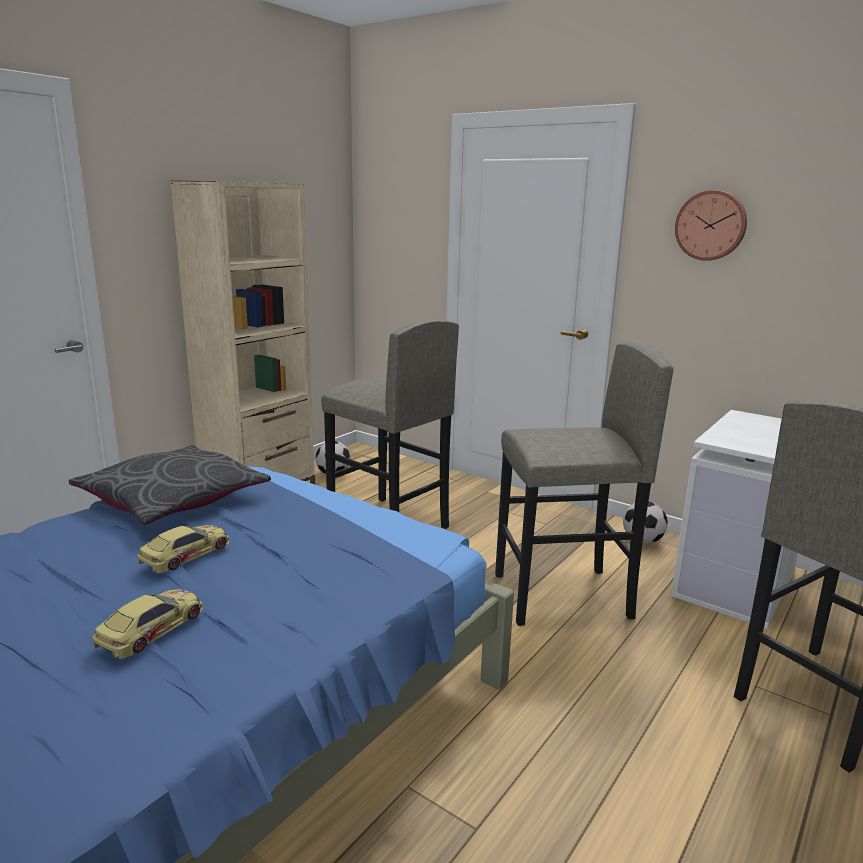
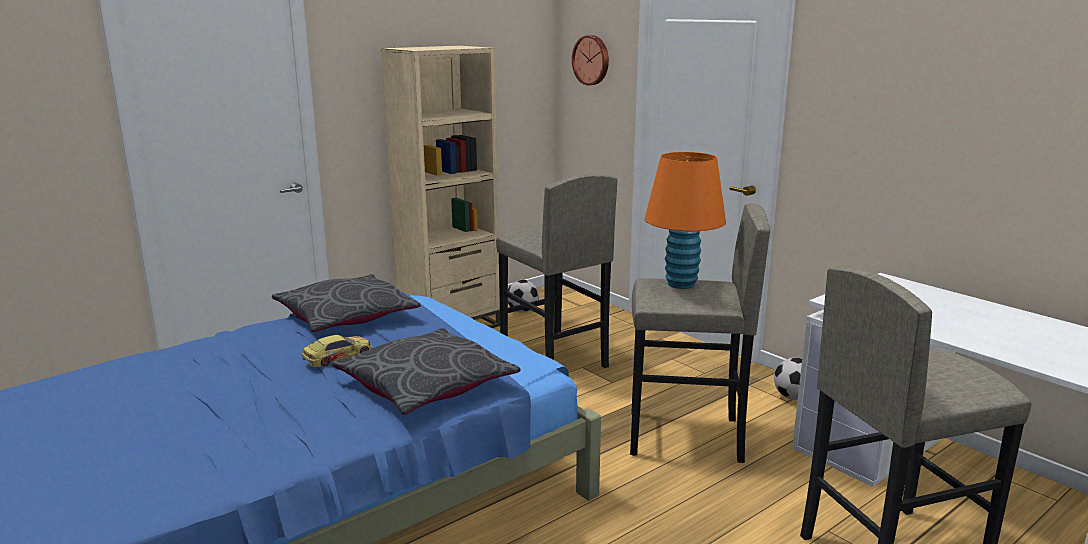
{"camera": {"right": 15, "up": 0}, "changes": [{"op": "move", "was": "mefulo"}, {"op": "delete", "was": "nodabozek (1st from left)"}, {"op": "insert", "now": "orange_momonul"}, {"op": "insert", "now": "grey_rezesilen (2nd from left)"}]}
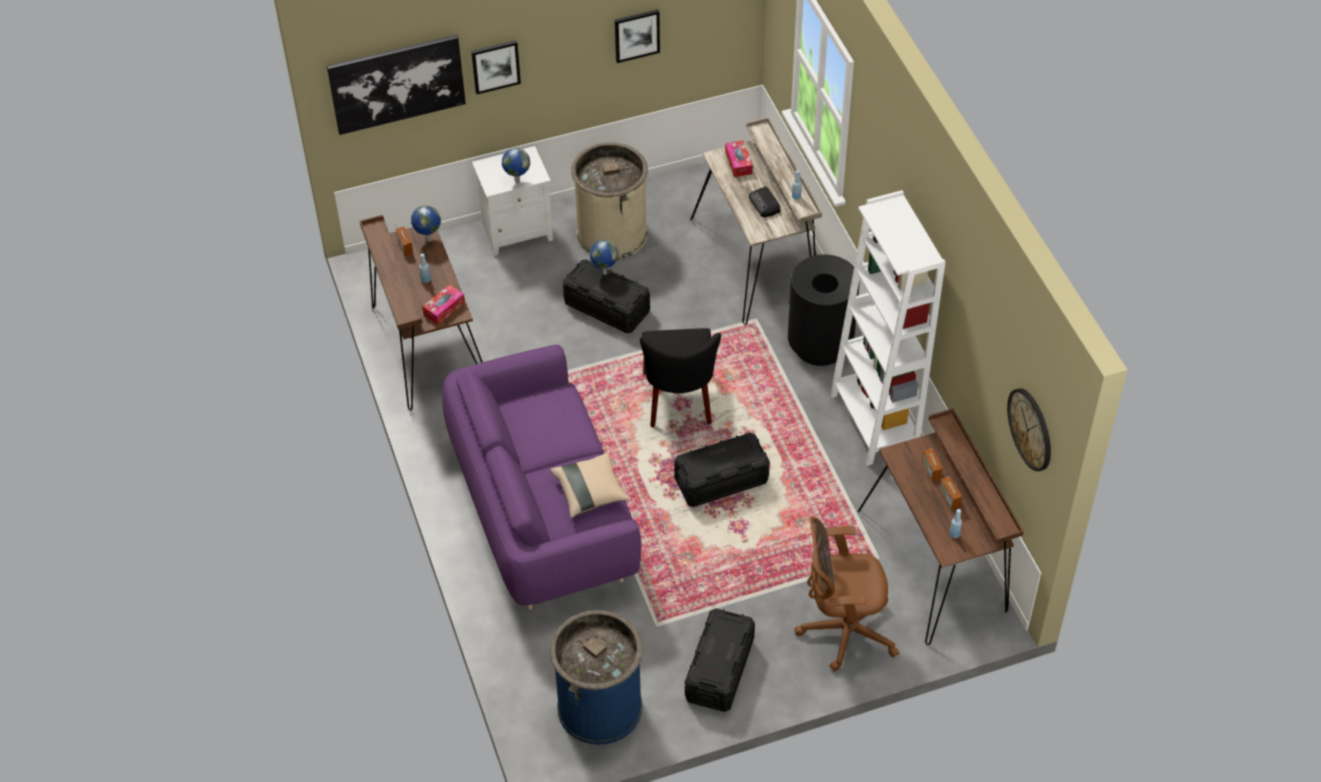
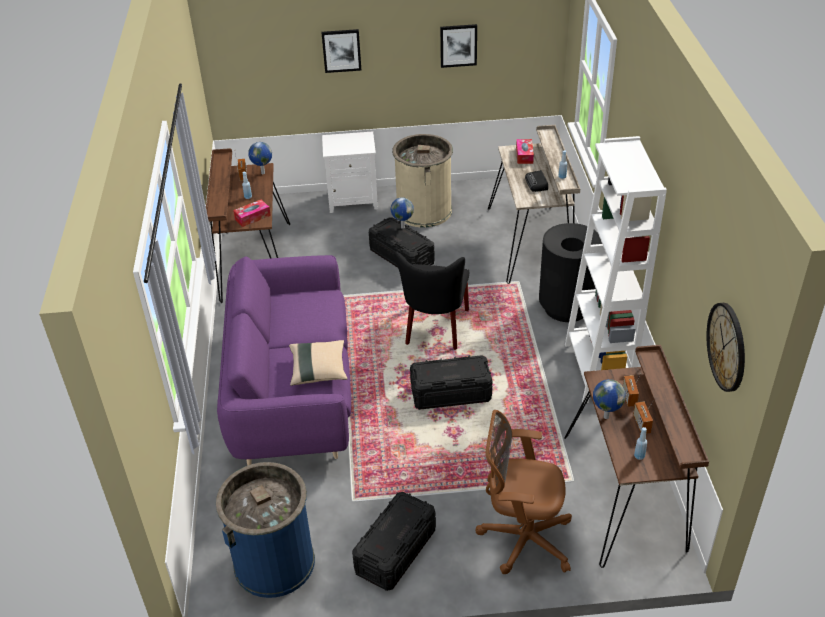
{"camera": {"right": 15, "up": -10}, "changes": [{"op": "delete", "was": "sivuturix (1st from left)"}, {"op": "move", "was": "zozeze (2nd from left in the first image)", "now": "zozeze (3rd from left)"}]}
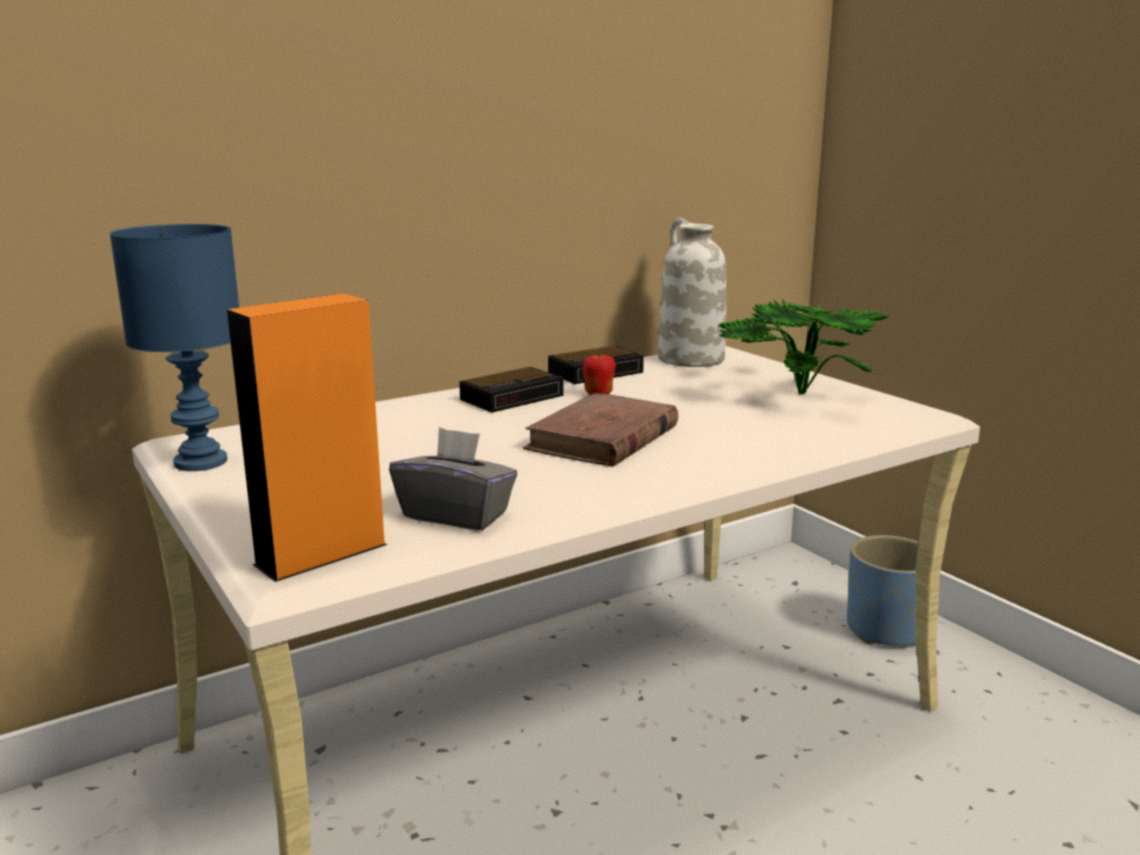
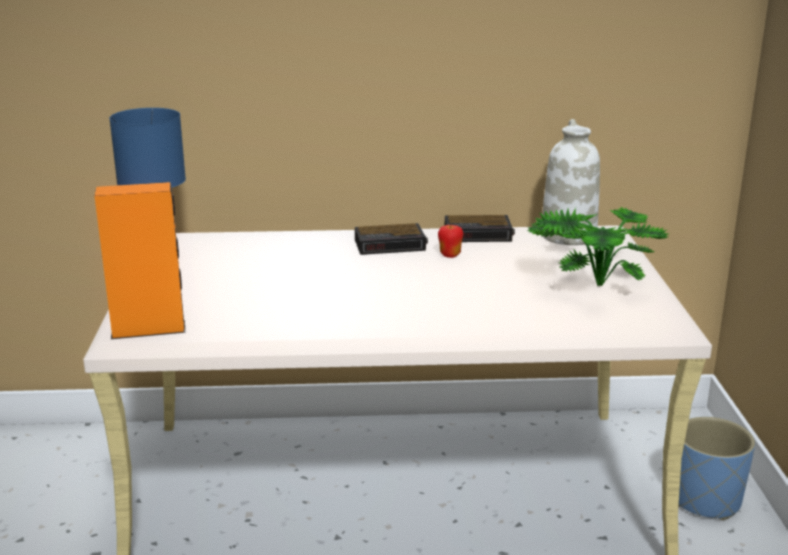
{"camera": {"right": 30, "up": 5}, "changes": [{"op": "delete", "was": "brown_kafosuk"}, {"op": "delete", "was": "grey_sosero"}]}
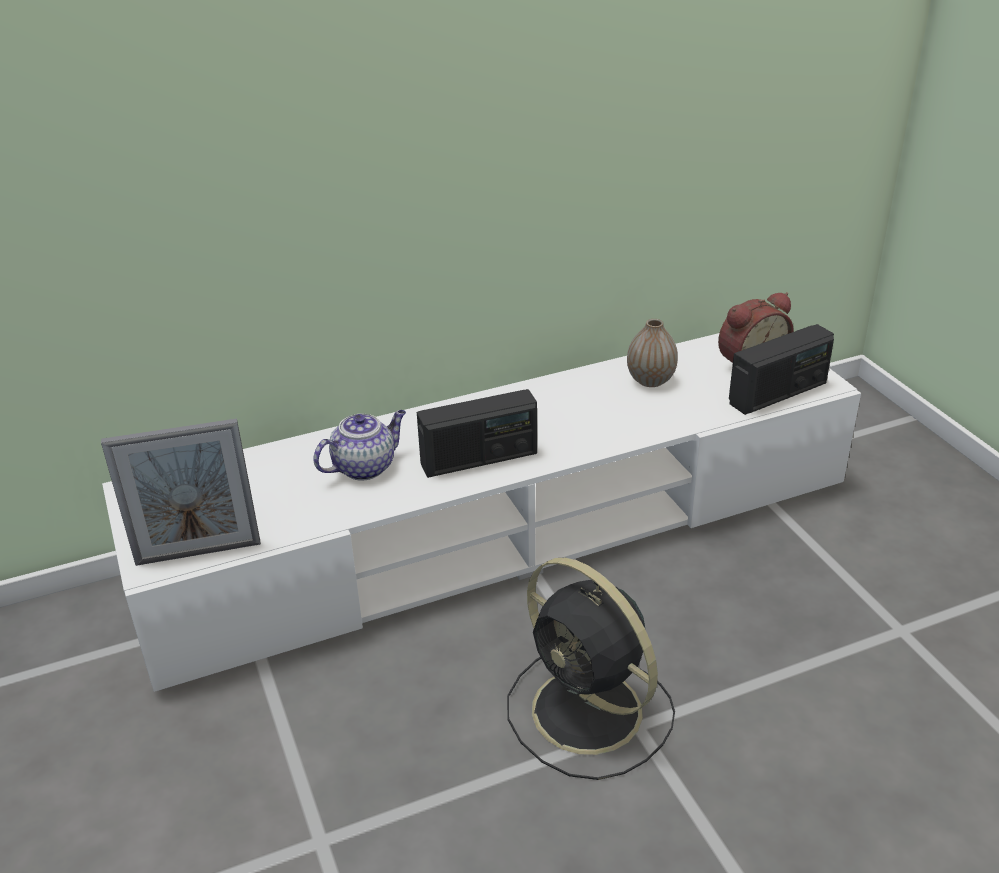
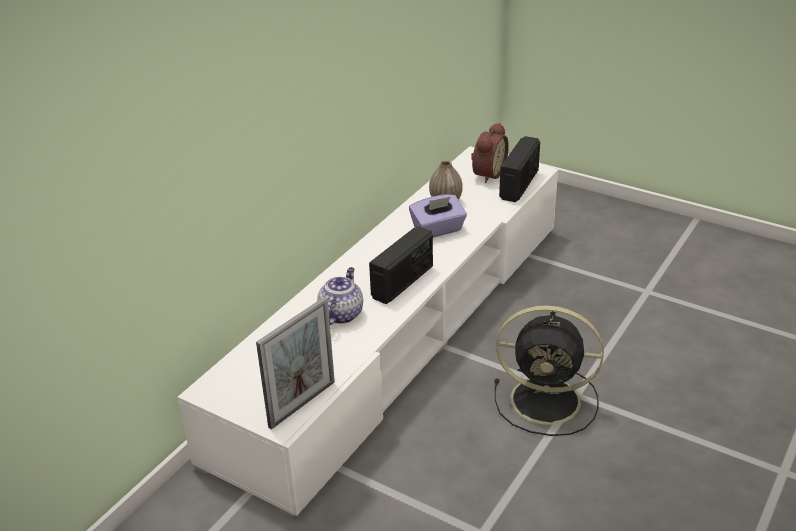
{"camera": {"right": -35, "up": 0}, "changes": [{"op": "insert", "now": "purple_sosero"}]}
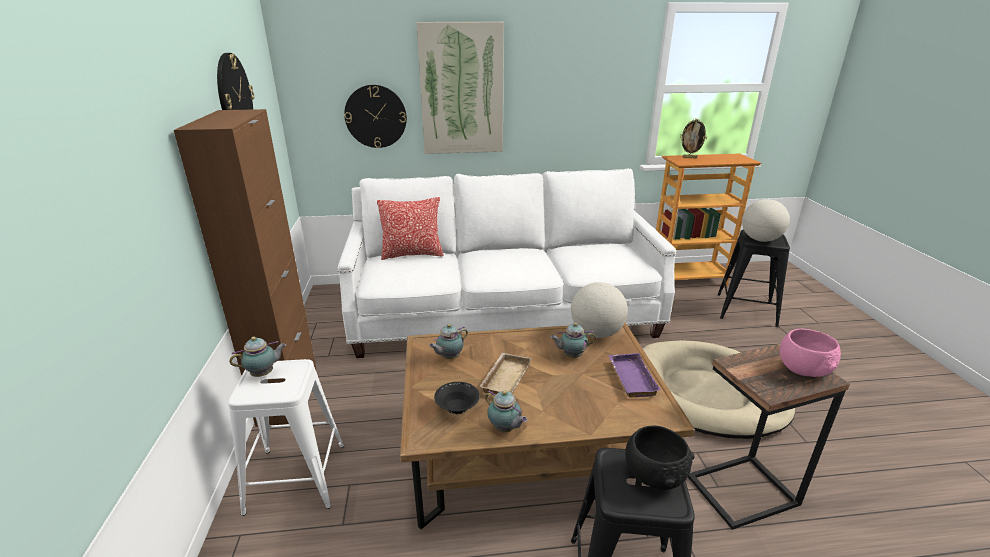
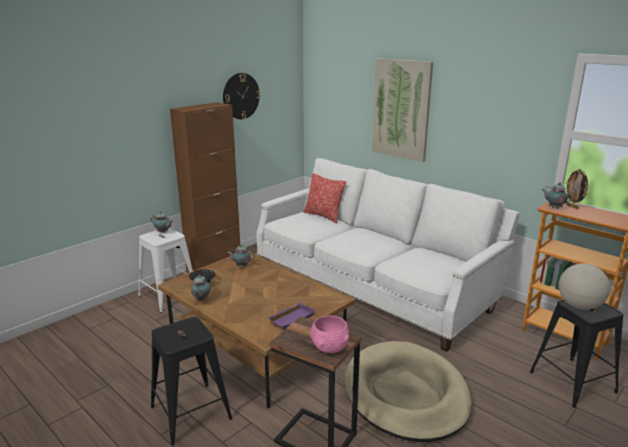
{"camera": {"right": 50, "up": -5}, "changes": [{"op": "delete", "was": "mefulo (2nd from left)"}, {"op": "delete", "was": "zozeze (1st from left)"}, {"op": "move", "was": "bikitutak (4th from left)"}, {"op": "delete", "was": "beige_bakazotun"}, {"op": "delete", "was": "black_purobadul (2nd from left)"}]}
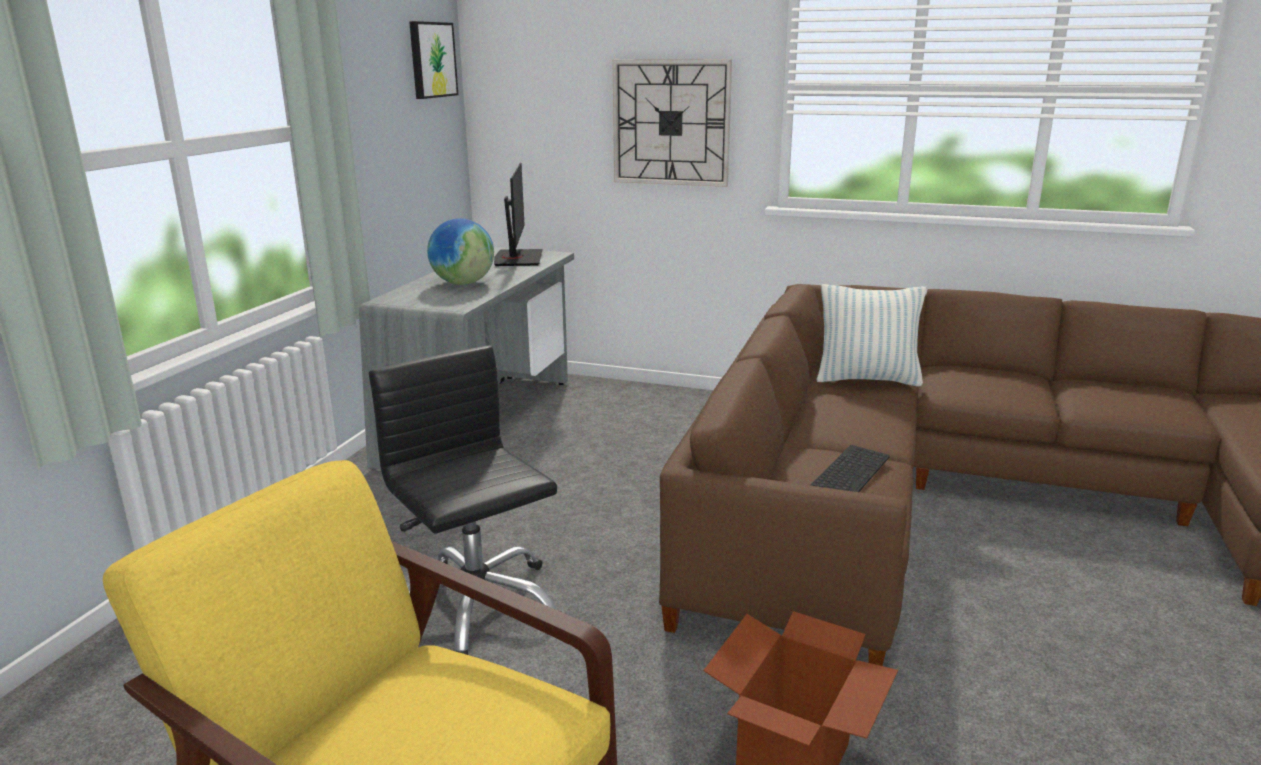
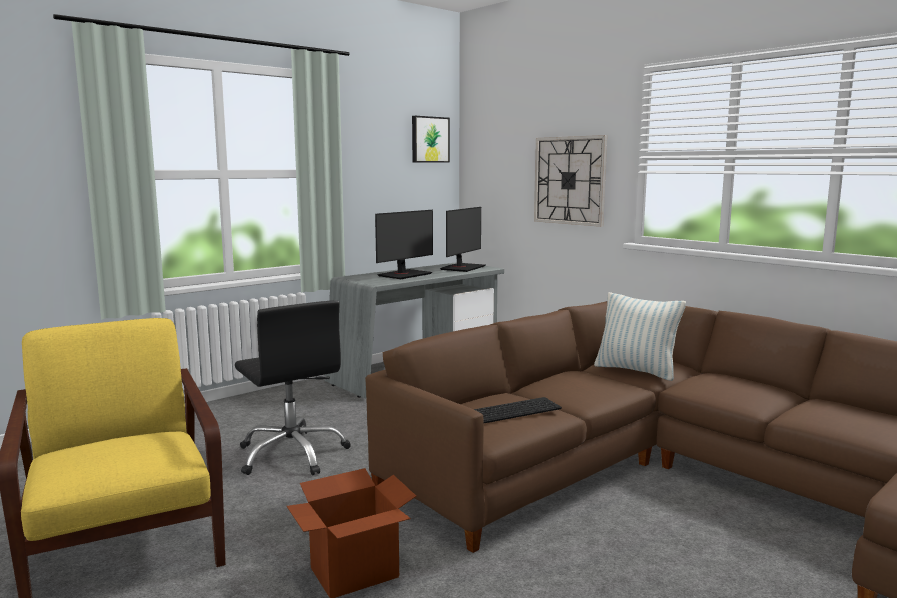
{"camera": {"right": 30, "up": -10}, "changes": [{"op": "replace", "was": "zozeze", "now": "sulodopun (1st from left)"}, {"op": "rotate", "was": "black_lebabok", "clockwise": 150}]}
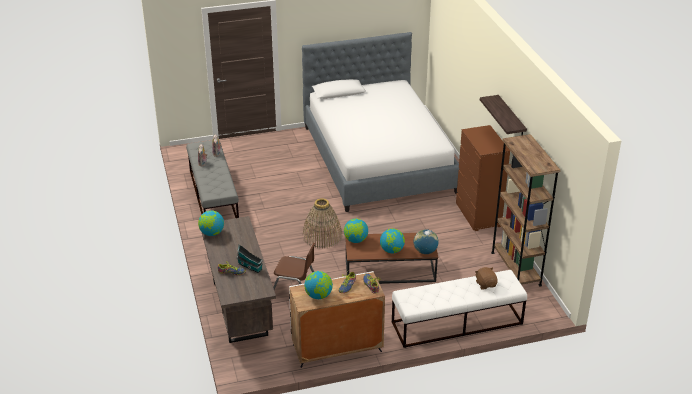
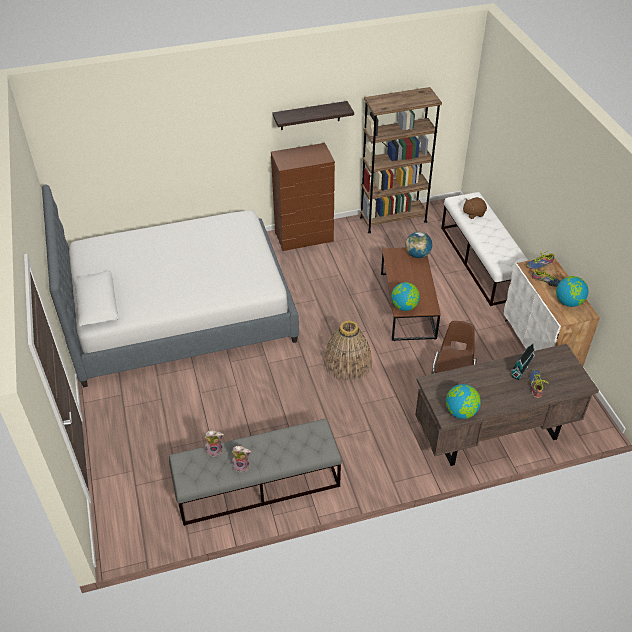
{"camera": {"right": -90, "up": 10}, "changes": [{"op": "delete", "was": "zozeze (4th from left)"}]}
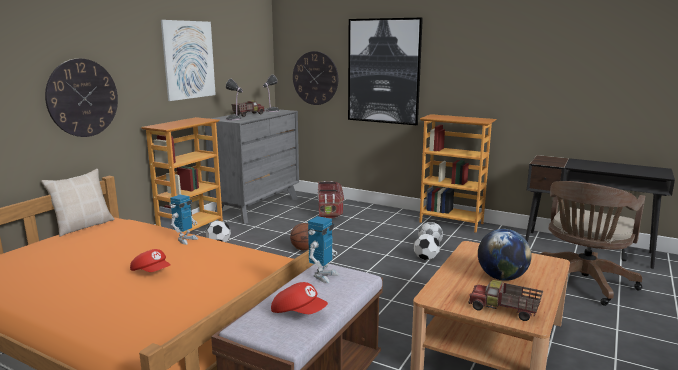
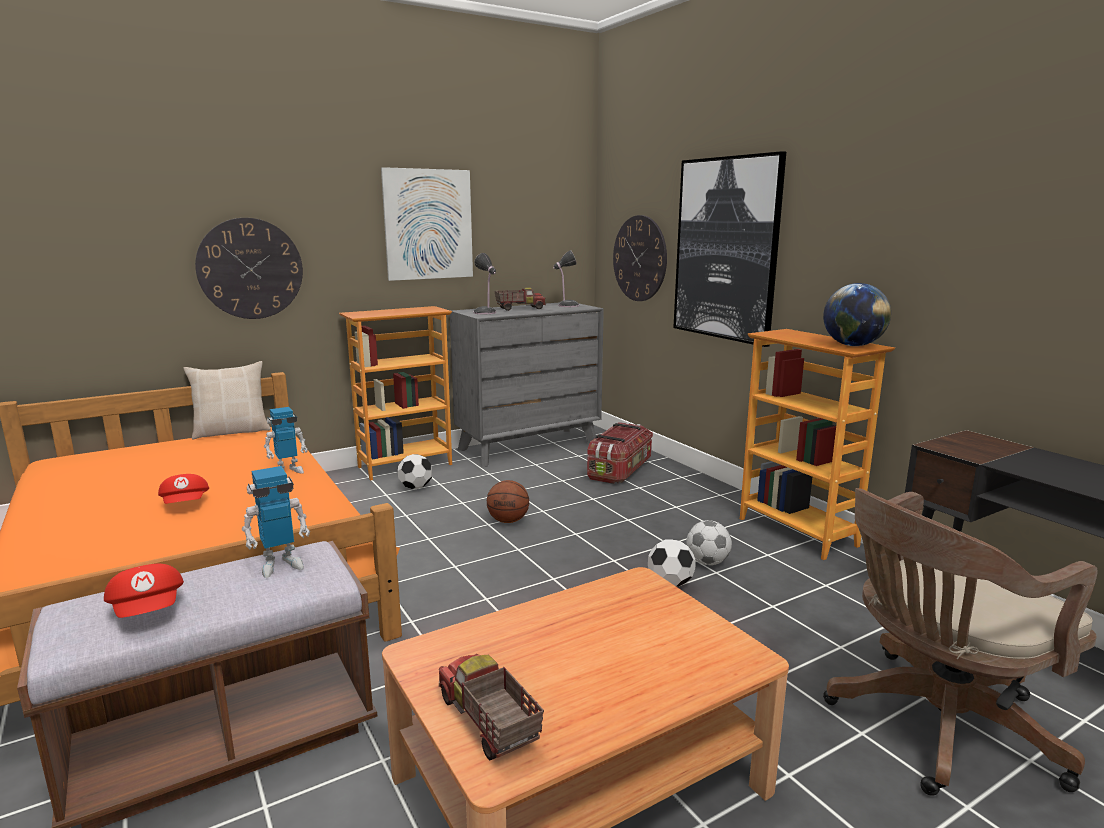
{"camera": {"right": 30, "up": 0}, "changes": [{"op": "move", "was": "zozeze"}]}
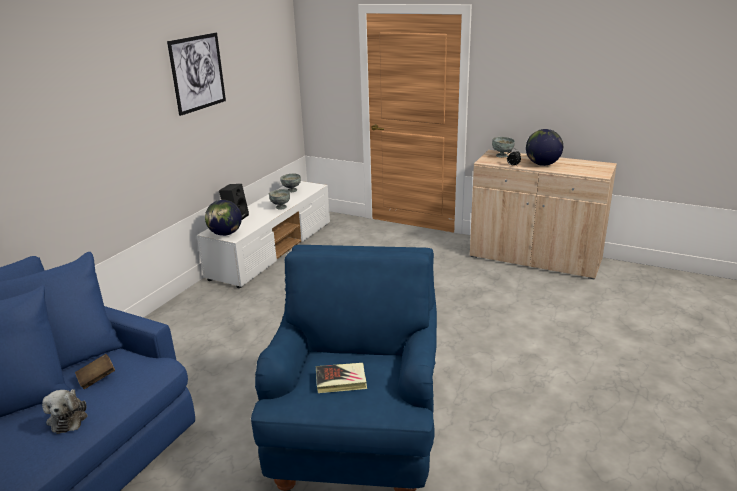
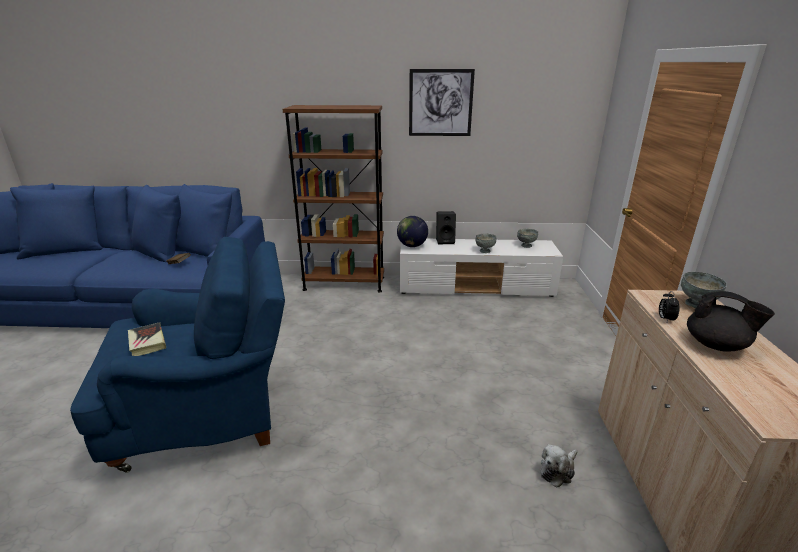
{"camera": {"right": 65, "up": 0}, "changes": [{"op": "replace", "was": "zozeze (2nd from left)", "now": "black_bikitutak"}, {"op": "move", "was": "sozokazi"}, {"op": "insert", "now": "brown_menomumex"}]}
